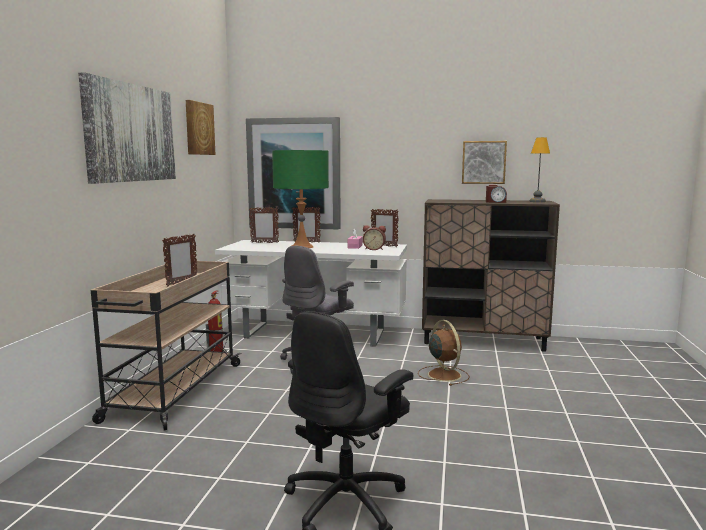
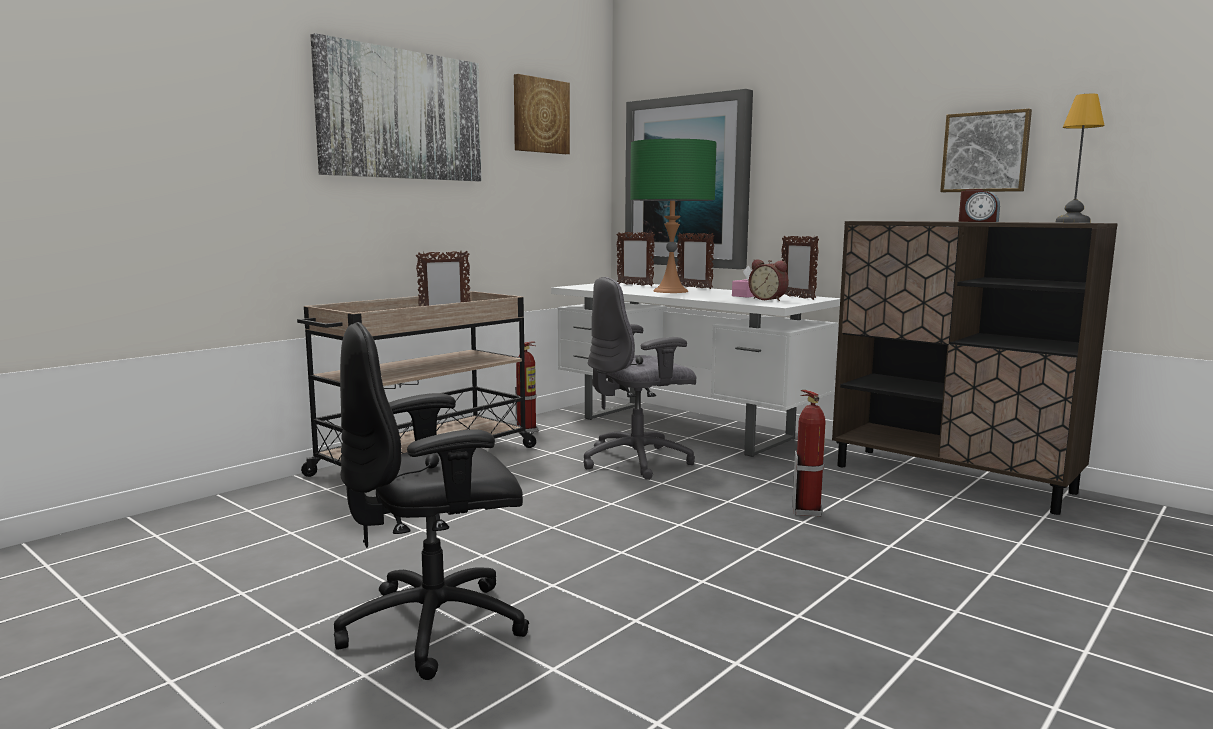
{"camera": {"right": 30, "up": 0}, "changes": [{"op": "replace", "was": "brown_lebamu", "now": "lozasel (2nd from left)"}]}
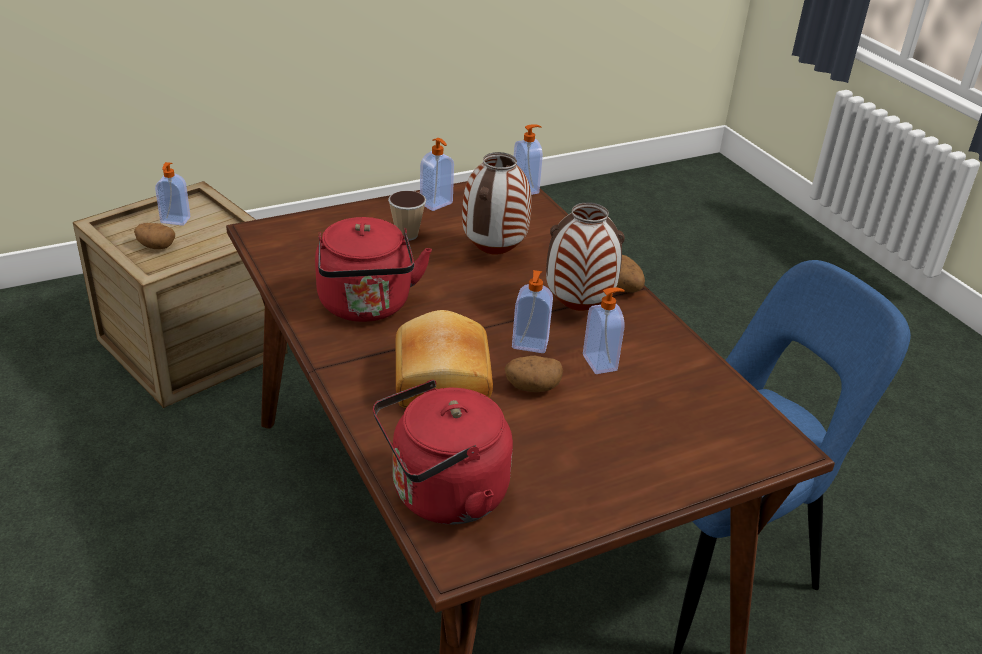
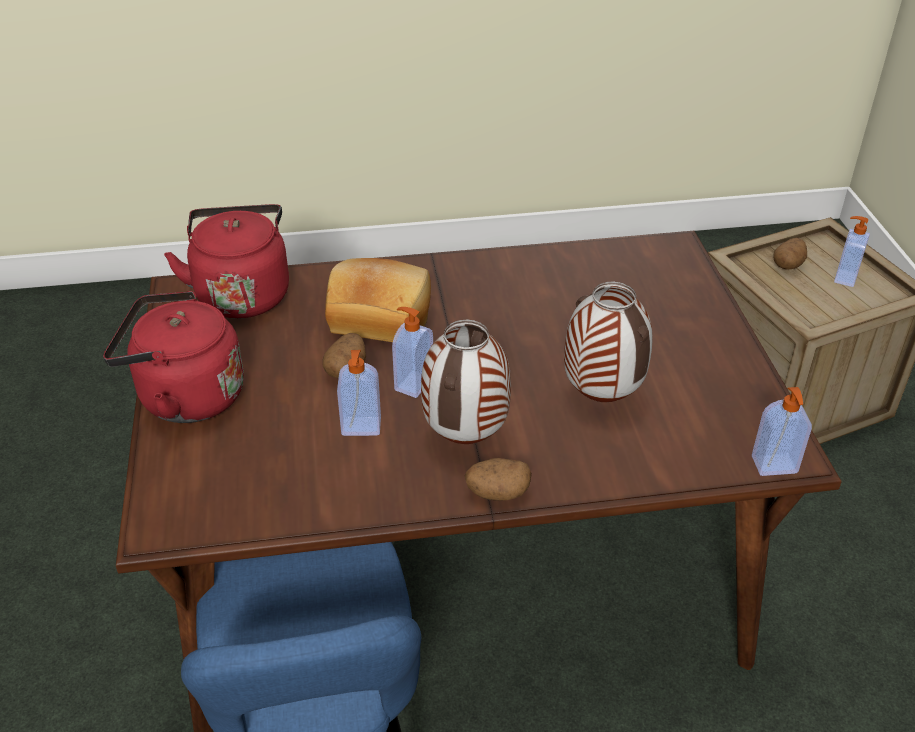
{"camera": {"right": 110, "up": 5}, "changes": [{"op": "delete", "was": "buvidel (2nd from left)"}, {"op": "delete", "was": "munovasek"}, {"op": "move", "was": "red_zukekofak (1st from left)"}]}
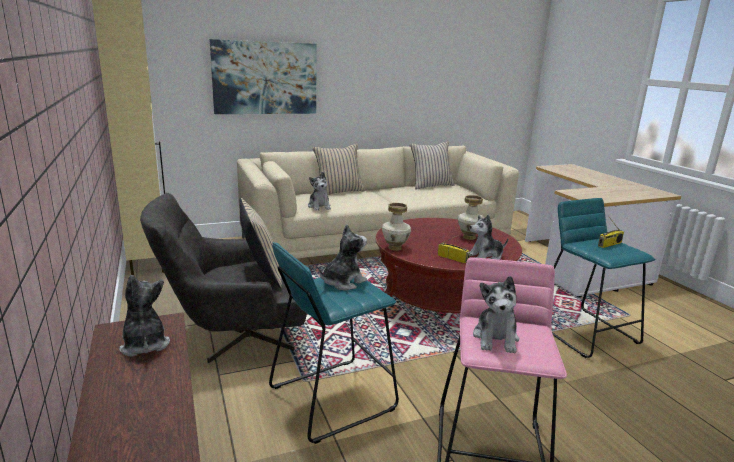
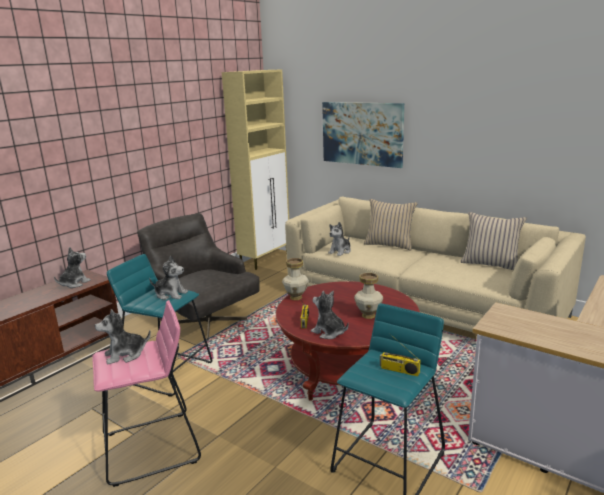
{"camera": {"right": 60, "up": 0}, "changes": [{"op": "delete", "was": "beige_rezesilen (1st from left)"}]}
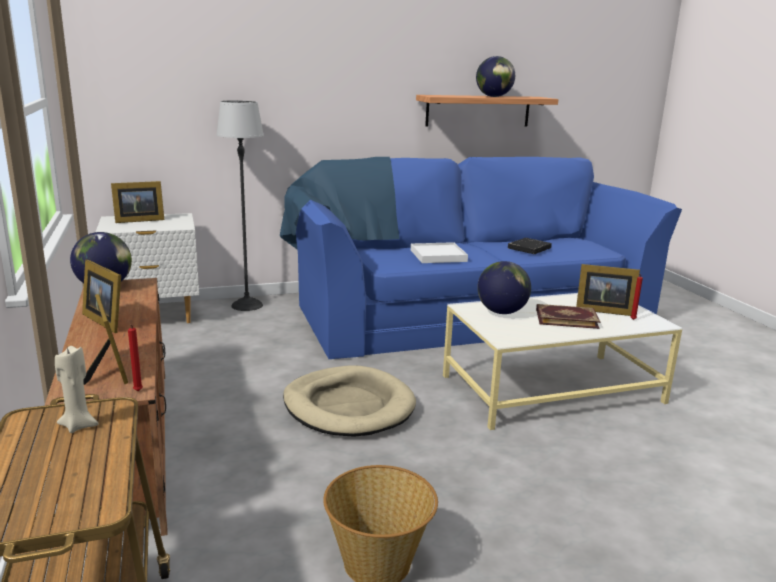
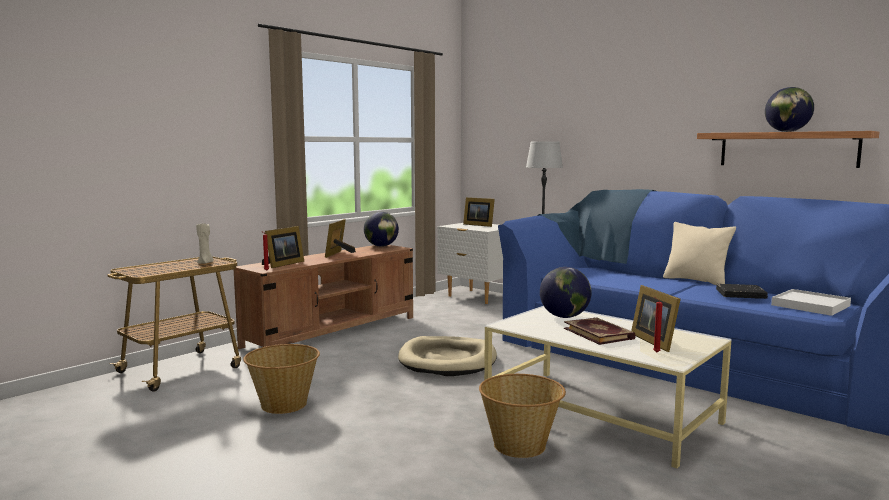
{"camera": {"right": 60, "up": -10}, "changes": [{"op": "move", "was": "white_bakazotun"}, {"op": "insert", "now": "beige_rezesilen"}, {"op": "insert", "now": "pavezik (2nd from left)"}]}
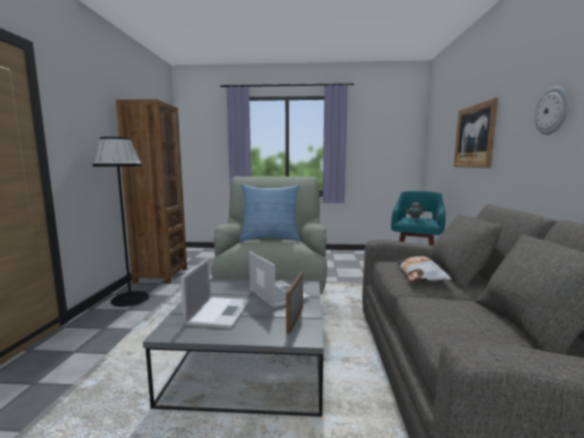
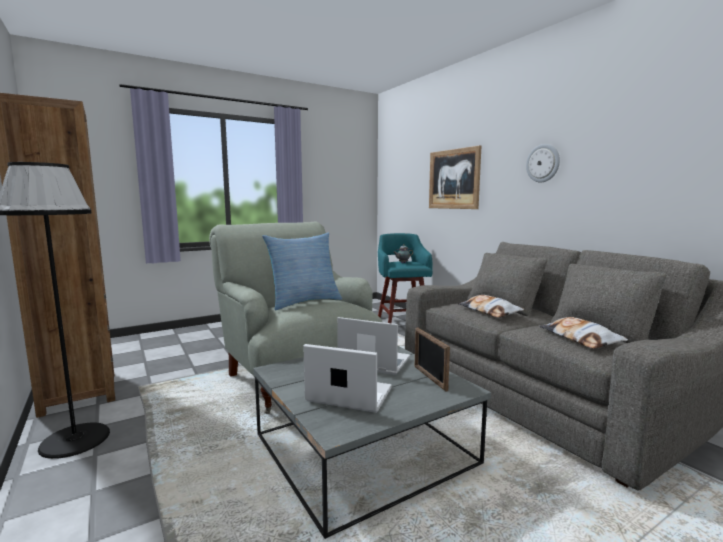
{"camera": {"right": -35, "up": 0}, "changes": [{"op": "rotate", "was": "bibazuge (1st from left)", "clockwise": -45}, {"op": "insert", "now": "rezesilen (3rd from left)"}]}
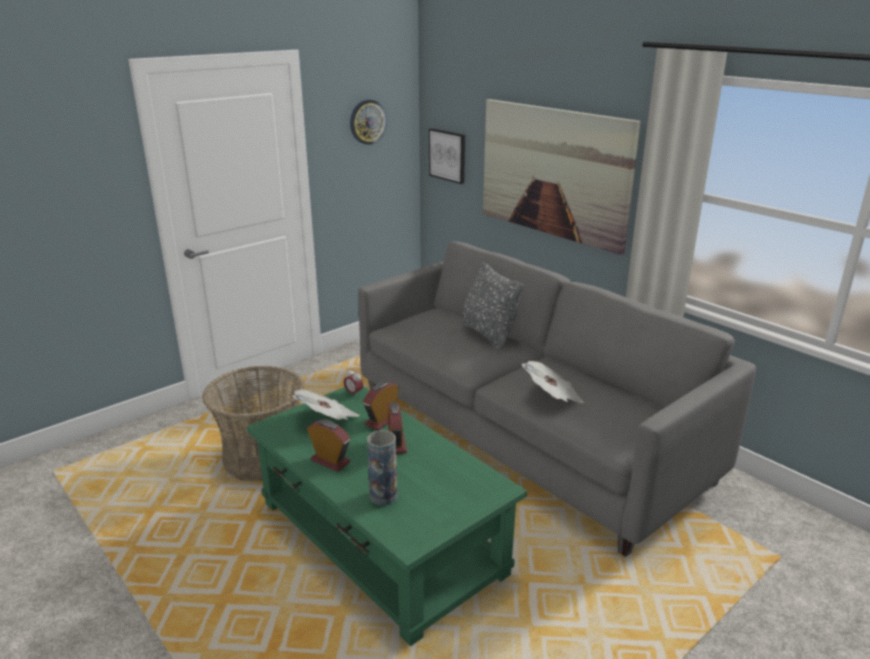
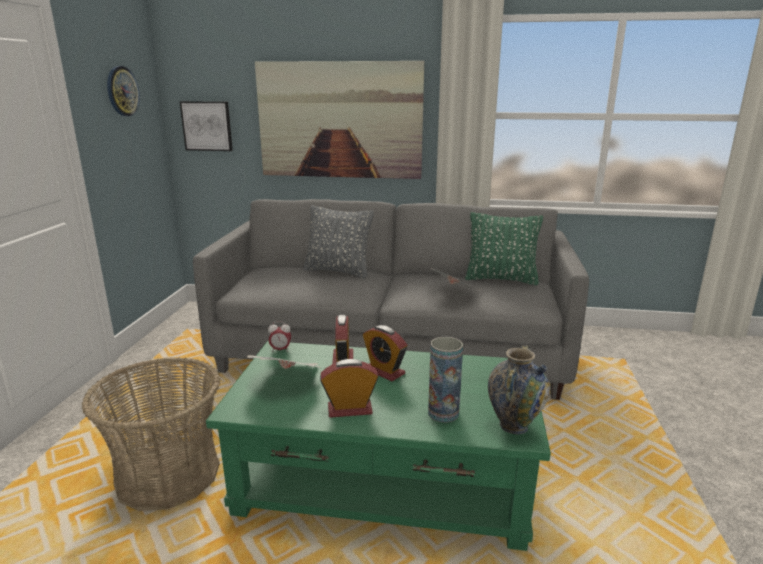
{"camera": {"right": -40, "up": -5}, "changes": [{"op": "insert", "now": "green_rezesilen"}, {"op": "insert", "now": "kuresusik (2nd from left)"}]}
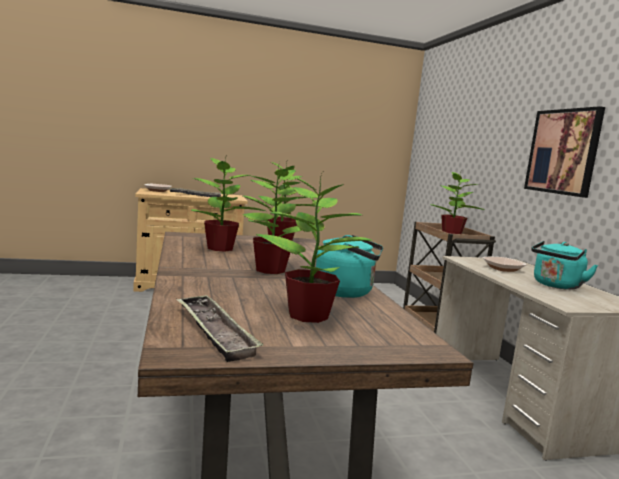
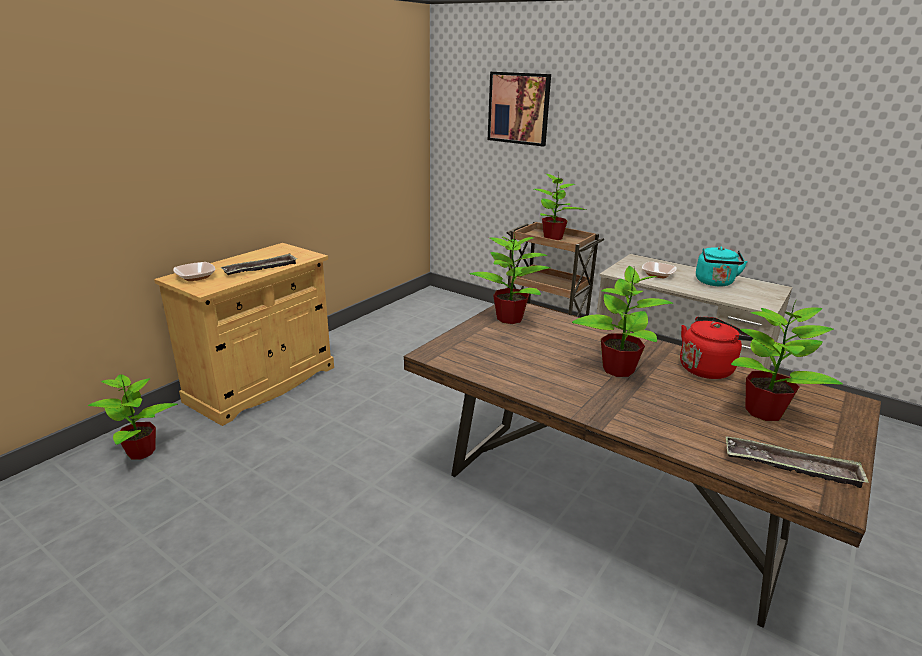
{"camera": {"right": -40, "up": 15}, "changes": [{"op": "move", "was": "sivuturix"}, {"op": "move", "was": "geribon (1st from left)"}, {"op": "recolor", "was": "turquoise_zukekofak (1st from left)", "now": "red_zukekofak"}]}
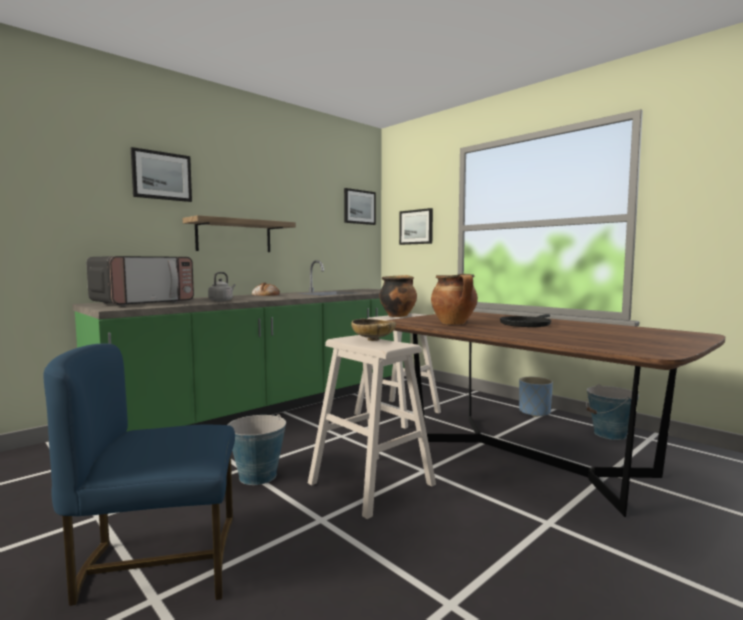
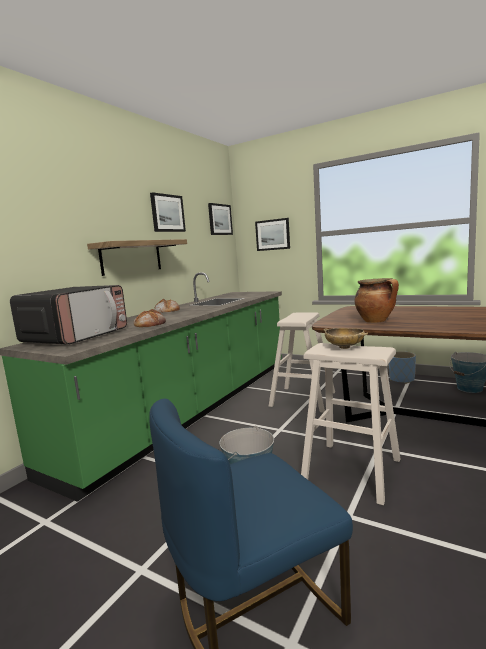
{"camera": {"right": -15, "up": 5}, "changes": [{"op": "move", "was": "sivuturix (1st from left)"}, {"op": "replace", "was": "grey_zukekofak", "now": "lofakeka (1st from left)"}, {"op": "delete", "was": "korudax (1st from left)"}, {"op": "delete", "was": "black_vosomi"}]}
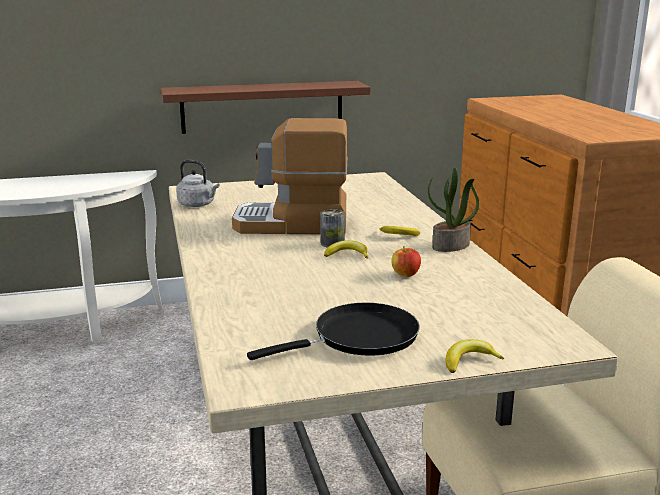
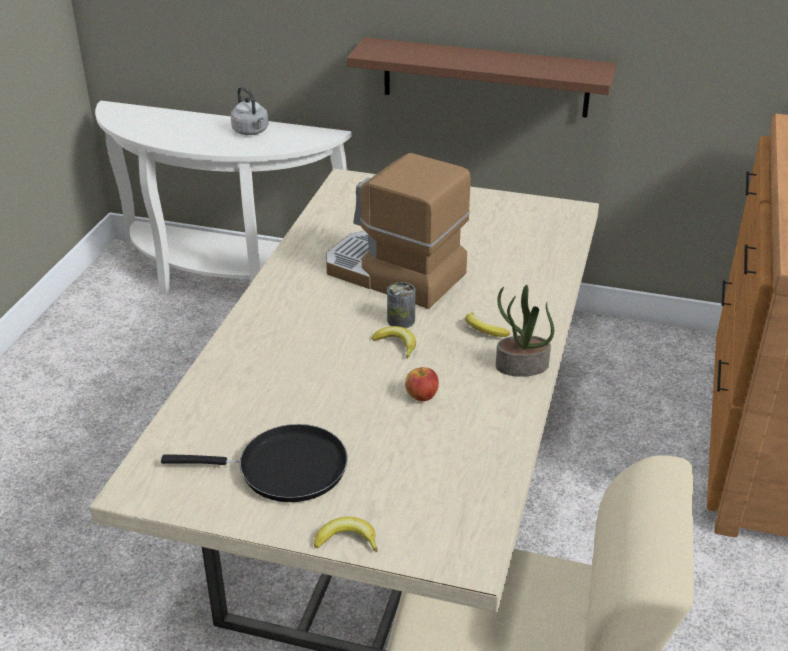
{"camera": {"right": 30, "up": 15}, "changes": [{"op": "move", "was": "grey_zukekofak"}]}
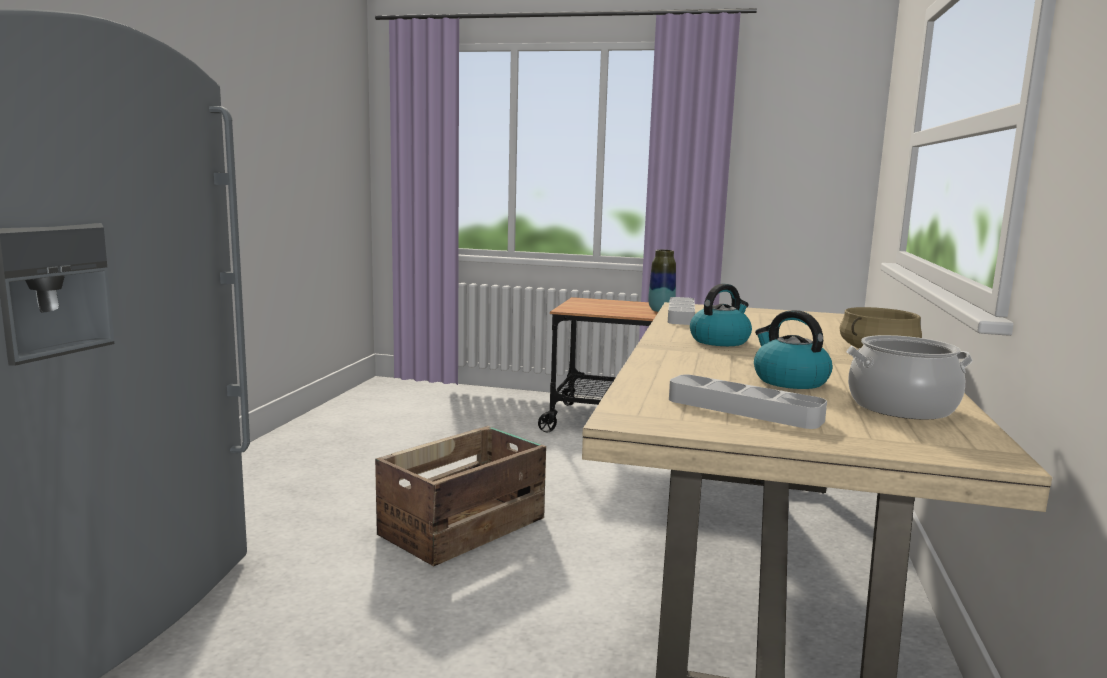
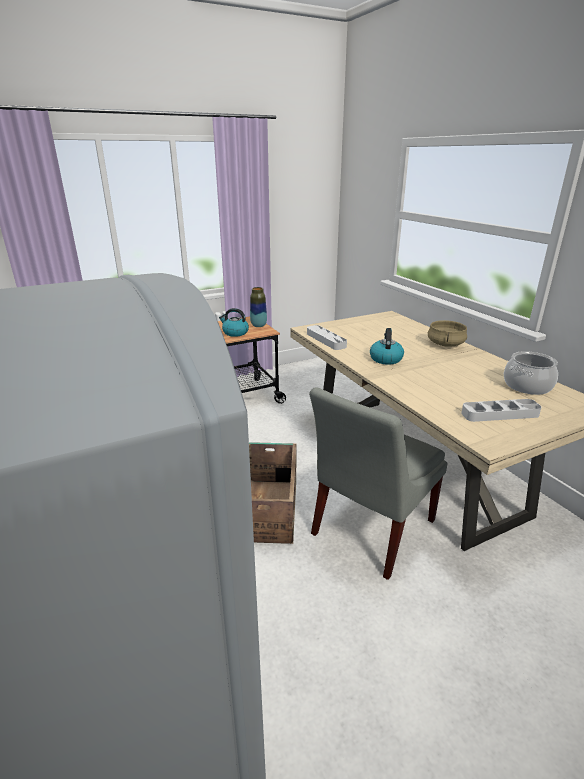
{"camera": {"right": -40, "up": 15}, "changes": [{"op": "move", "was": "zukekofak (2nd from left in the first image)", "now": "zukekofak (1st from left)"}, {"op": "insert", "now": "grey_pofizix"}]}
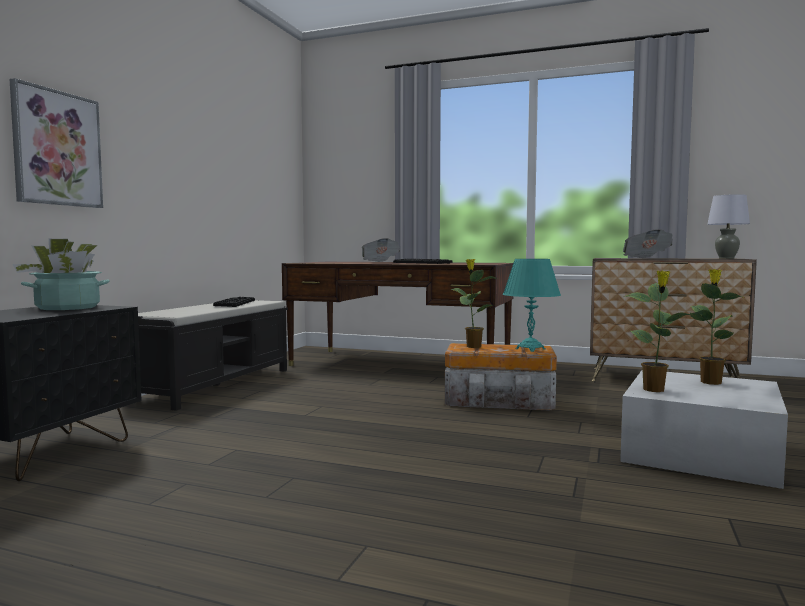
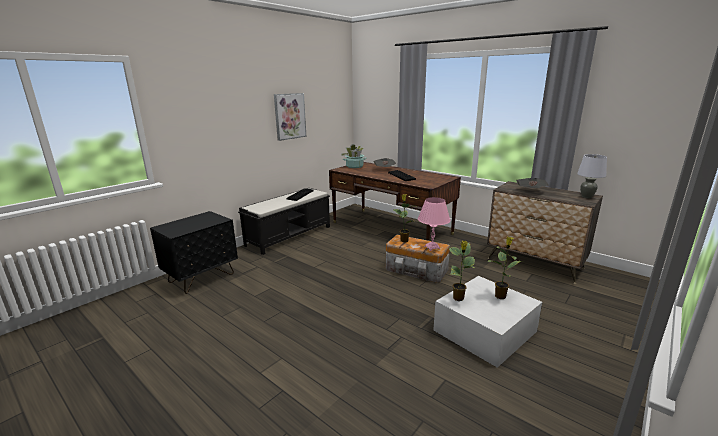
{"camera": {"right": 20, "up": 15}, "changes": [{"op": "move", "was": "sivuturix"}, {"op": "move", "was": "geribon (1st from left)"}, {"op": "recolor", "was": "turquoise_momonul", "now": "pink_momonul"}]}
